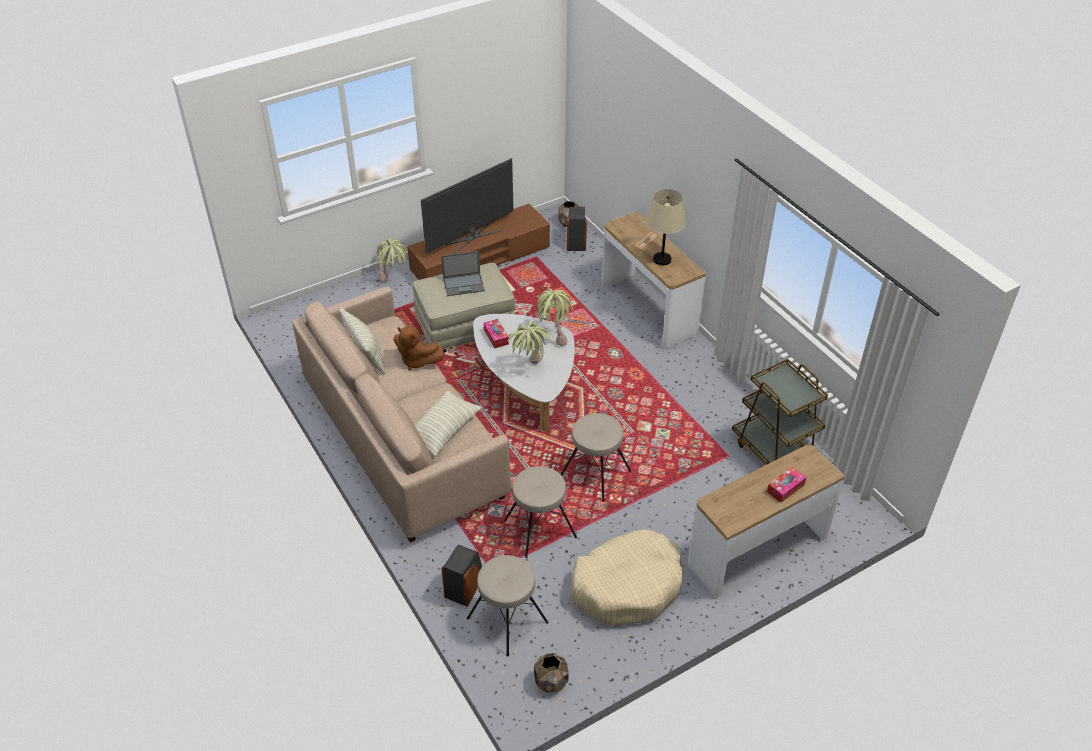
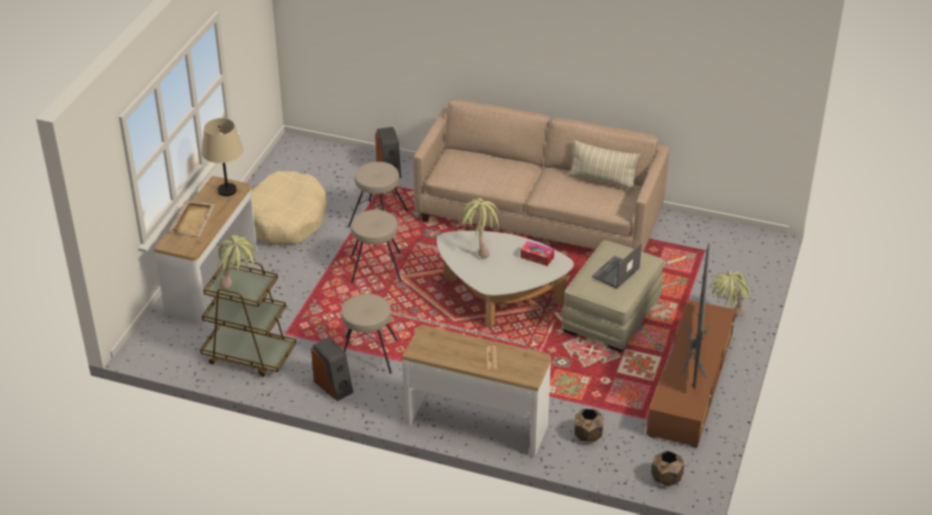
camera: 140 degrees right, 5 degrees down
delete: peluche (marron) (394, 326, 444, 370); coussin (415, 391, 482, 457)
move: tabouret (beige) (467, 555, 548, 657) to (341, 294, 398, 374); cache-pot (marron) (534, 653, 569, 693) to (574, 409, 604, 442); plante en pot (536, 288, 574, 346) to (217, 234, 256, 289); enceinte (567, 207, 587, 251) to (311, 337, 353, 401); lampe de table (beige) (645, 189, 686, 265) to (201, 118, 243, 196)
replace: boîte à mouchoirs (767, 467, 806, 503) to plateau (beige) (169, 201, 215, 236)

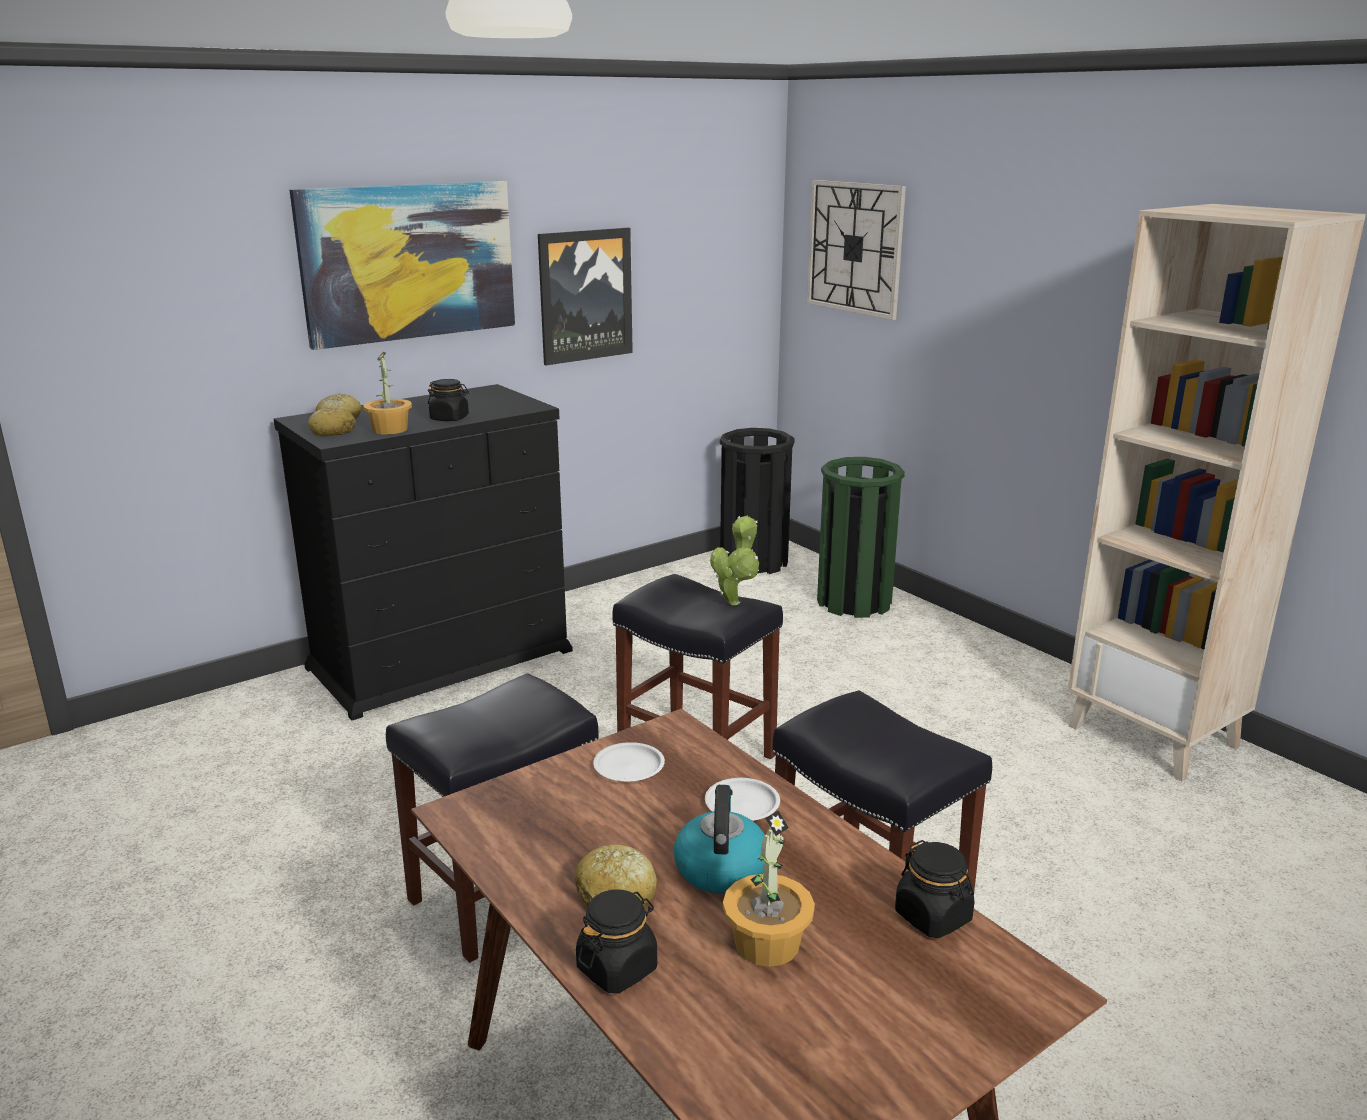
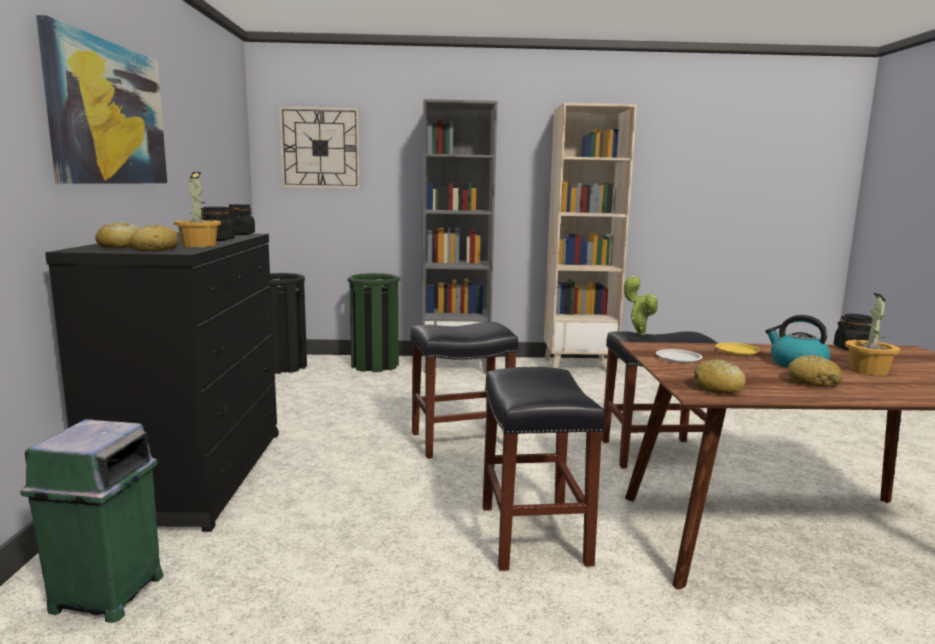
camera: 55 degrees left, 10 degrees down
delete: tableau (538, 228, 633, 365)
insert: poubelle (vert) (21, 419, 164, 623); bibliothèque (gris) (422, 99, 498, 373); pain (694, 359, 746, 394)
move: bocal (noir) (576, 890, 657, 994) to (228, 204, 255, 235); plante en pot (710, 516, 759, 605) to (624, 275, 658, 335)
recolor: assiette (blanc) (705, 778, 780, 821) to assiette (jaune) (715, 343, 761, 356)

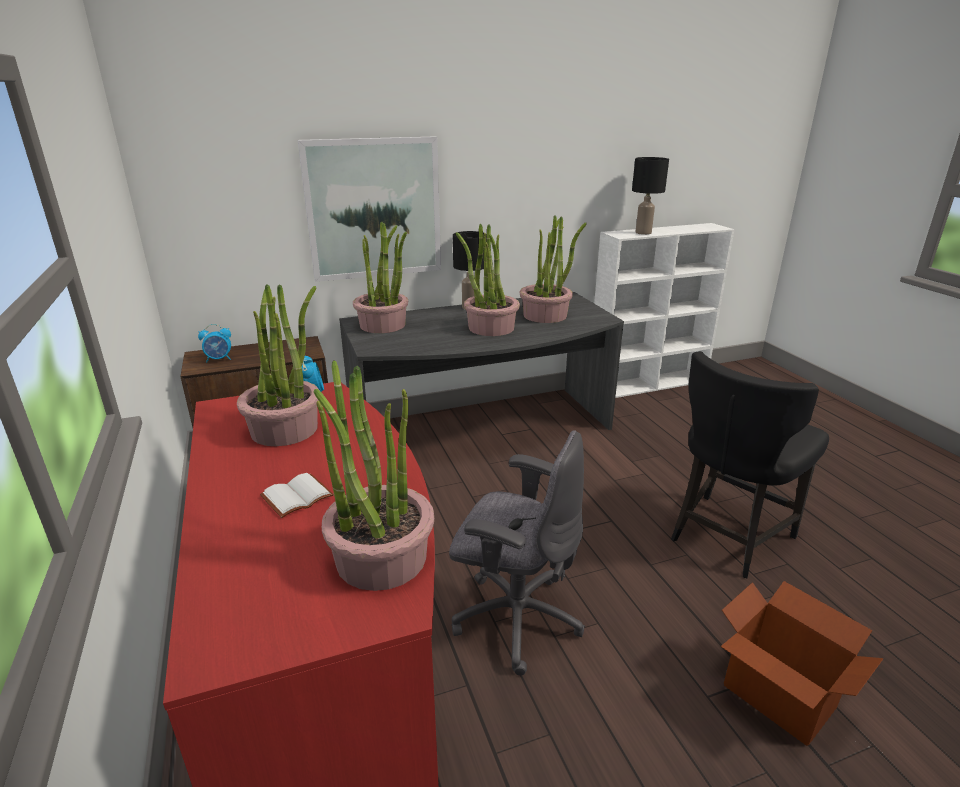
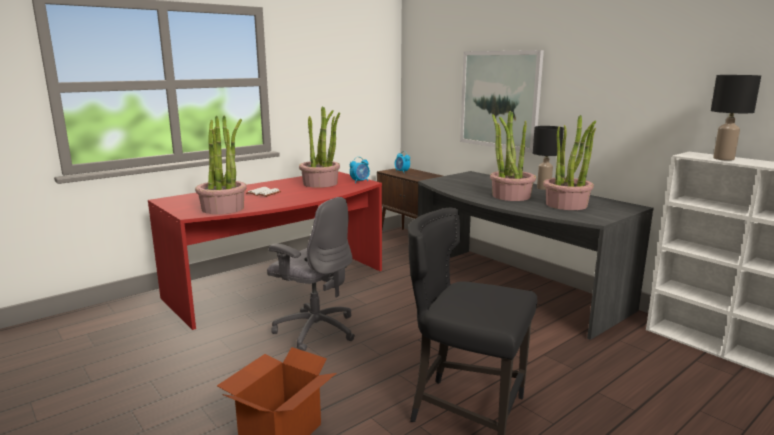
camera: 70 degrees right, 10 degrees down
delete: plante en pot (353, 221, 408, 333)
rotate: chaise de bureau (gris) (449, 430, 585, 675) = (267, 197, 355, 351) 60 degrees counterclockwise

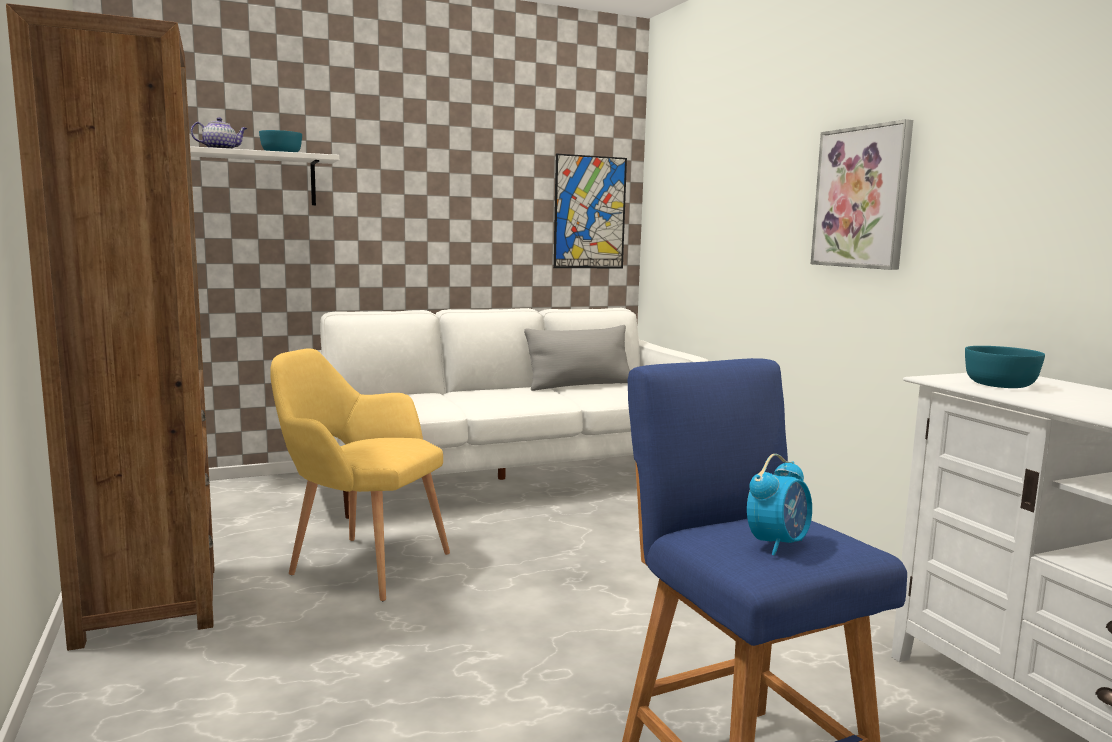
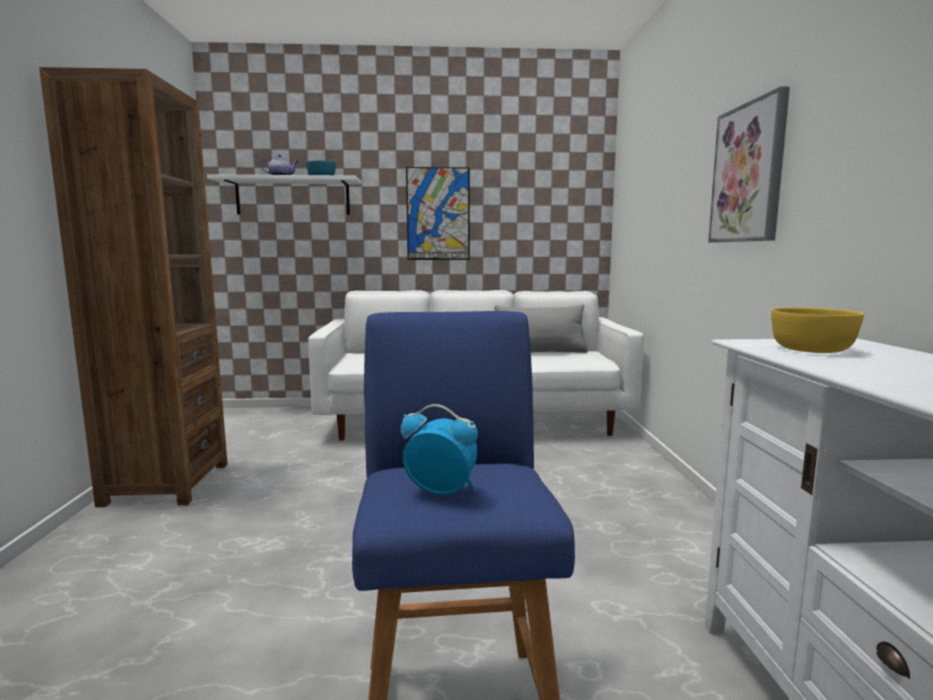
camera: 20 degrees right, 0 degrees up
delete: fauteuil (jaune) (270, 348, 450, 602)
move: tableau (553, 154, 627, 268) to (406, 167, 470, 260)
recolor: bol (turquoise) (965, 346, 1045, 388) to bol (jaune) (771, 307, 864, 353)
rotate: réveil (747, 454, 812, 556) = (401, 404, 478, 495) 135 degrees counterclockwise

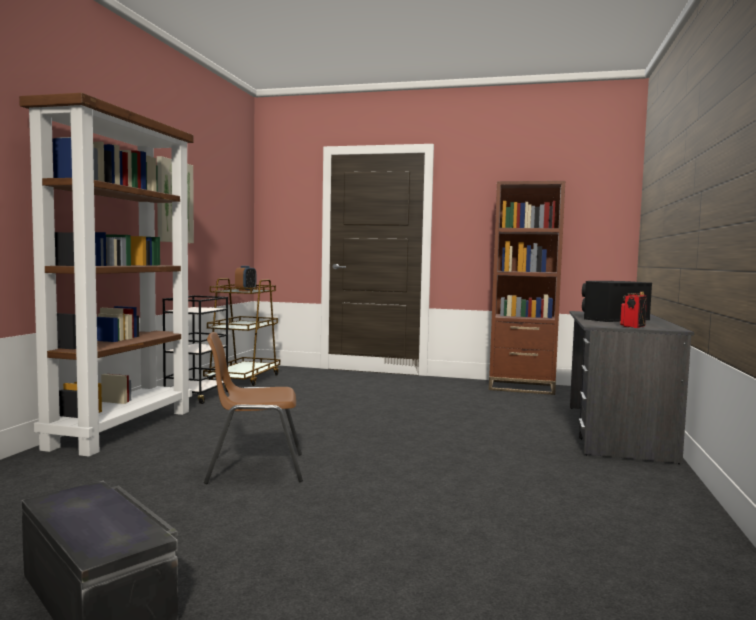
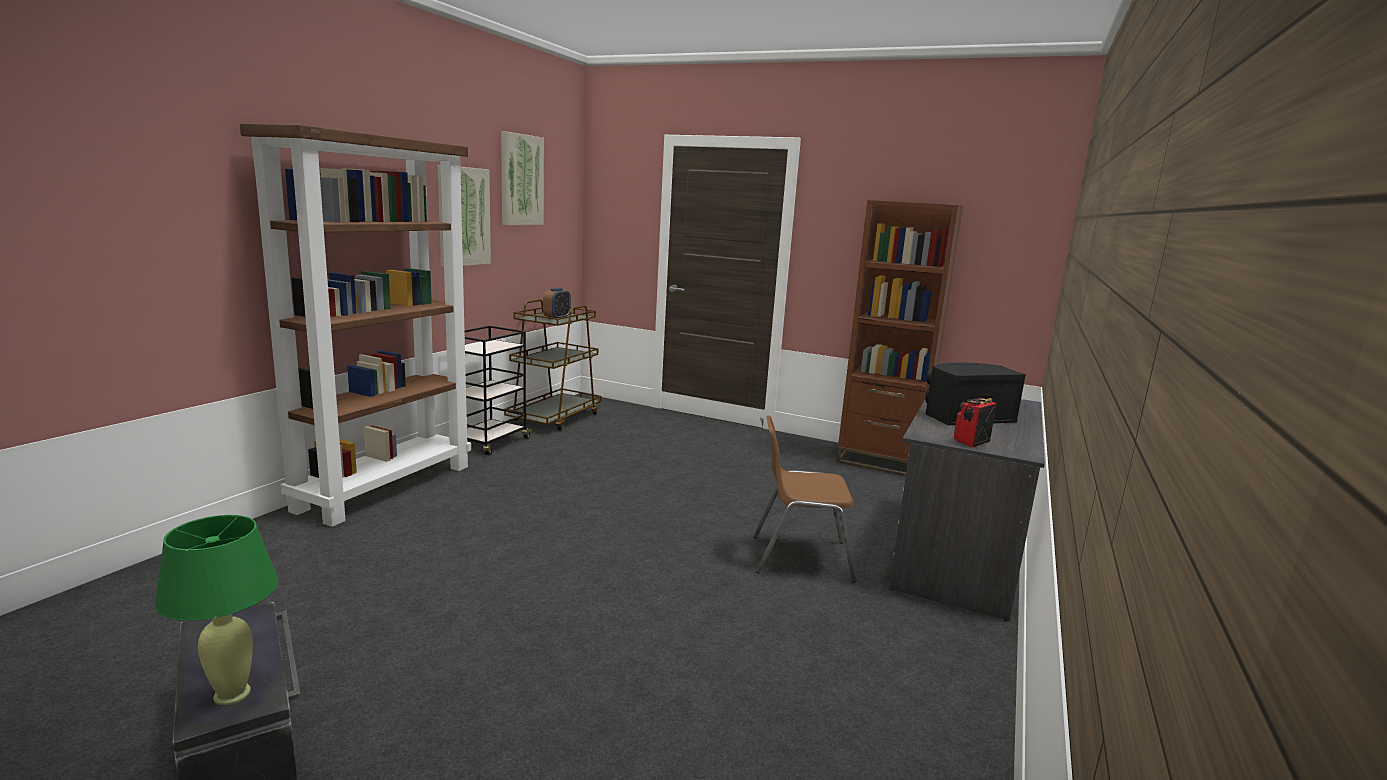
camera: 10 degrees right, 10 degrees up
insert: lampe de table (vert) (155, 515, 278, 705); tableau (501, 131, 544, 225)
move: chaise (marron) (204, 332, 303, 484) to (753, 415, 856, 583)

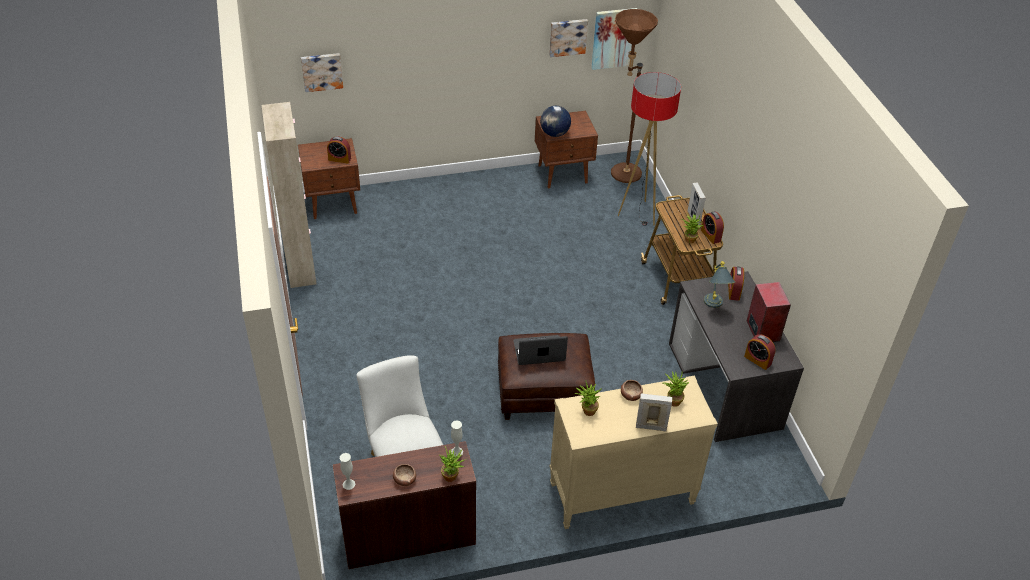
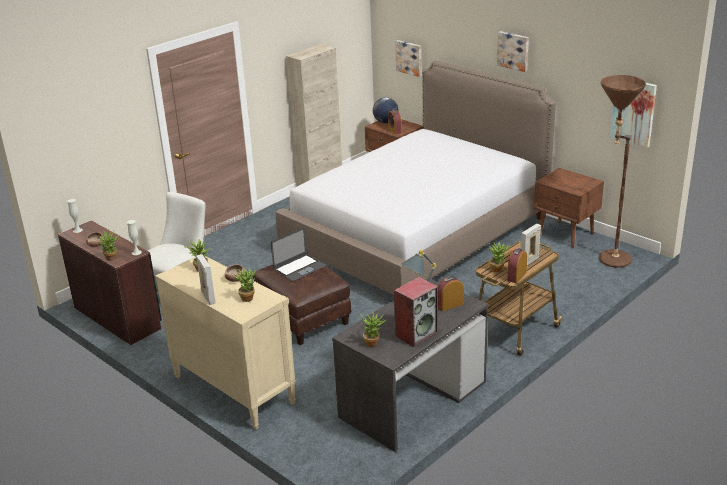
camera: 60 degrees right, 15 degrees down
delete: lampadaire (618, 72, 681, 226)
insert: lit (276, 60, 556, 295)
move: globe (540, 106, 571, 137) to (373, 97, 399, 124); tableau (549, 19, 588, 57) to (497, 31, 529, 72)
replace: réveil (744, 334, 776, 370) to plante en pot (360, 313, 386, 347)
rotate: ordinateur portable (513, 335, 568, 365) = (271, 228, 326, 281) 90 degrees clockwise

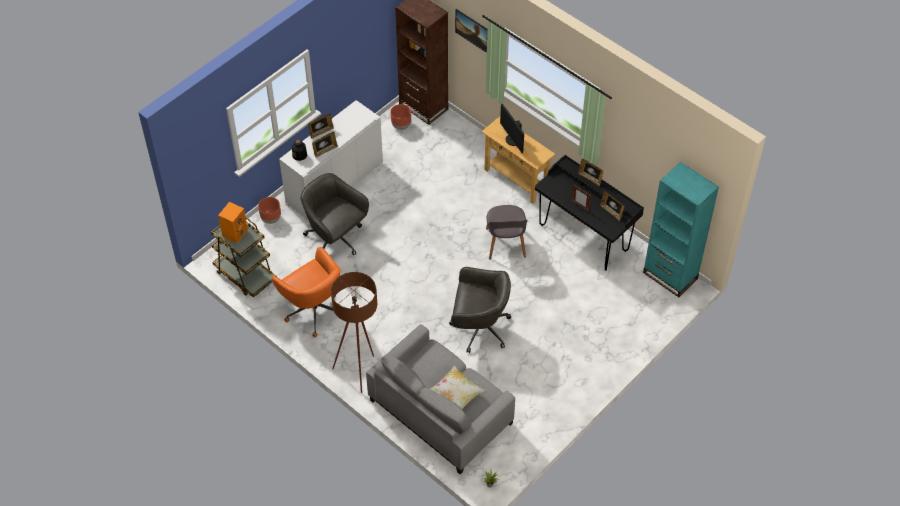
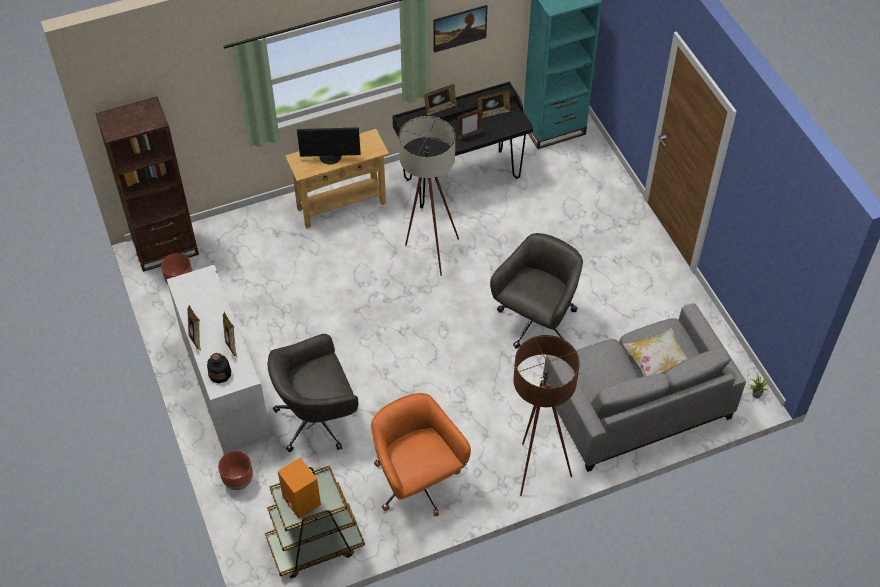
camera: 65 degrees left, 0 degrees up
move: tableau (455, 9, 487, 53) to (433, 5, 487, 53)
replace: chaise (gris) (486, 205, 527, 260) to lampadaire (beige) (399, 116, 459, 276)
rotate: chaise de bureau (orange) (272, 247, 341, 337) = (371, 393, 471, 516) 105 degrees counterclockwise

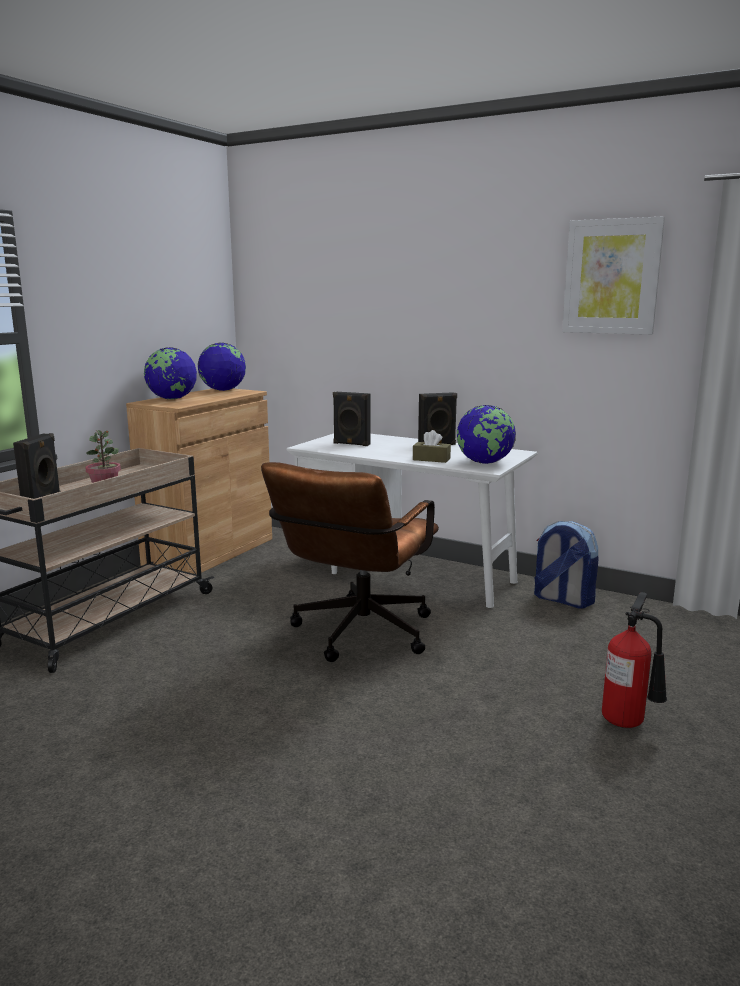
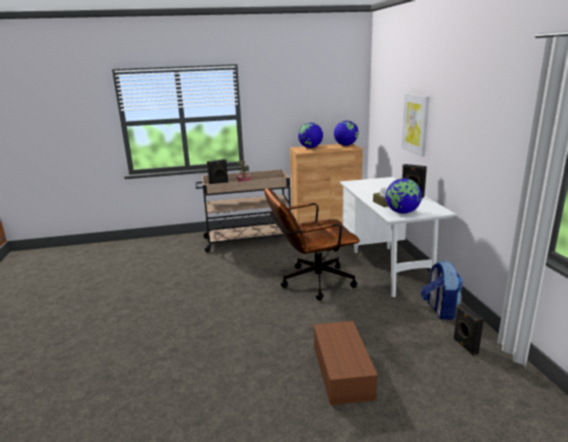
camera: 50 degrees right, 5 degrees up
move: enceinte (noir) (333, 392, 370, 446) to (453, 304, 484, 356); tableau (562, 216, 665, 335) to (401, 93, 429, 157)
replace: extincteur (602, 592, 667, 728) to boîte de rangement (marron) (313, 321, 378, 405)

